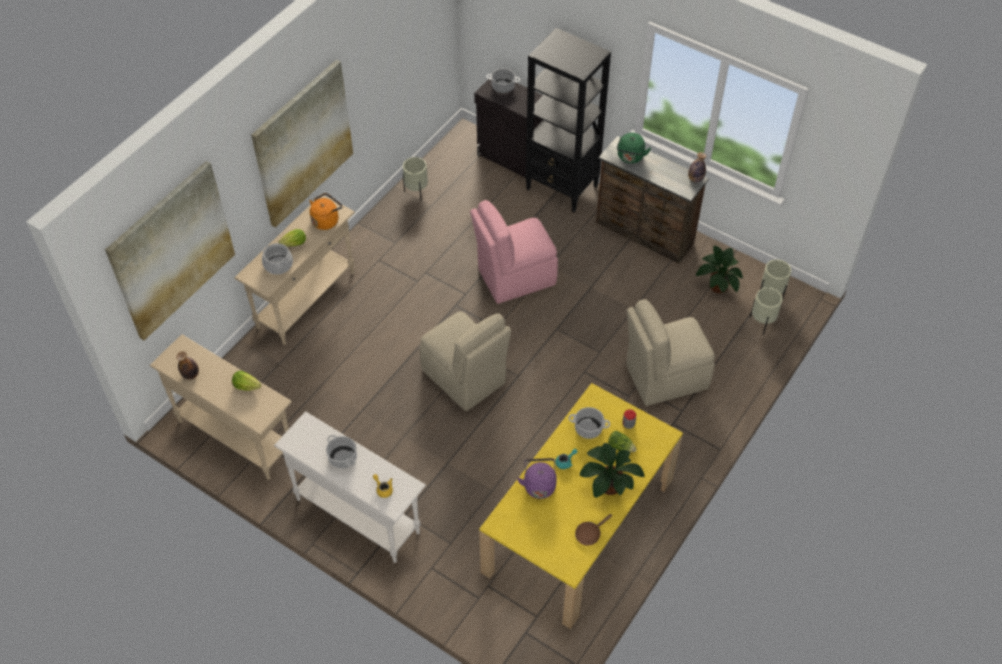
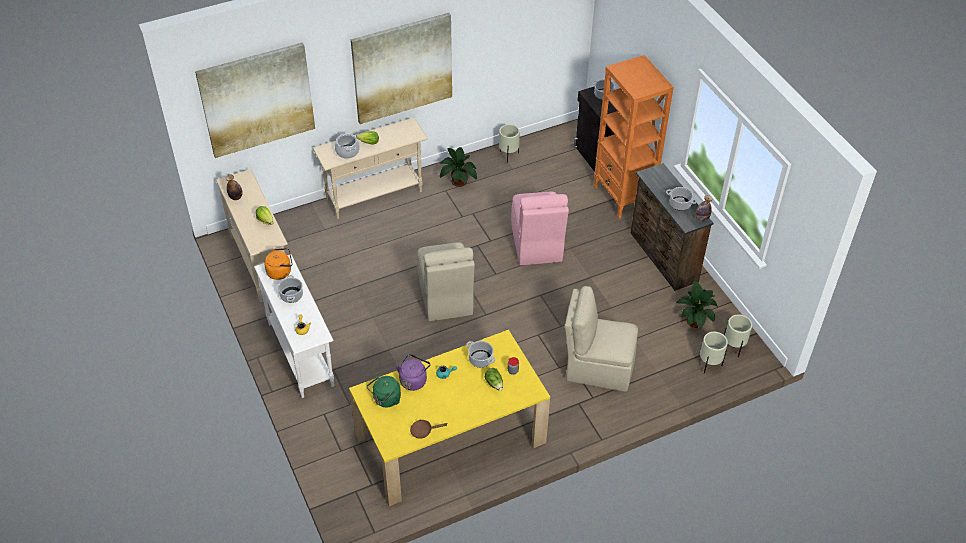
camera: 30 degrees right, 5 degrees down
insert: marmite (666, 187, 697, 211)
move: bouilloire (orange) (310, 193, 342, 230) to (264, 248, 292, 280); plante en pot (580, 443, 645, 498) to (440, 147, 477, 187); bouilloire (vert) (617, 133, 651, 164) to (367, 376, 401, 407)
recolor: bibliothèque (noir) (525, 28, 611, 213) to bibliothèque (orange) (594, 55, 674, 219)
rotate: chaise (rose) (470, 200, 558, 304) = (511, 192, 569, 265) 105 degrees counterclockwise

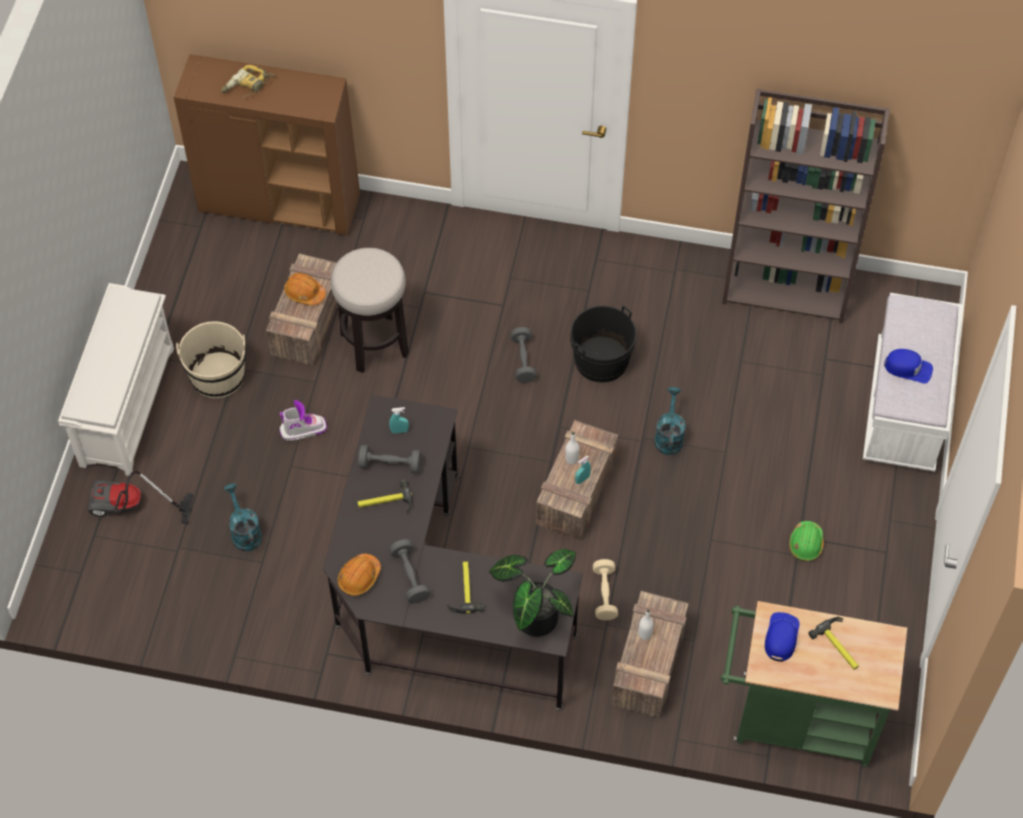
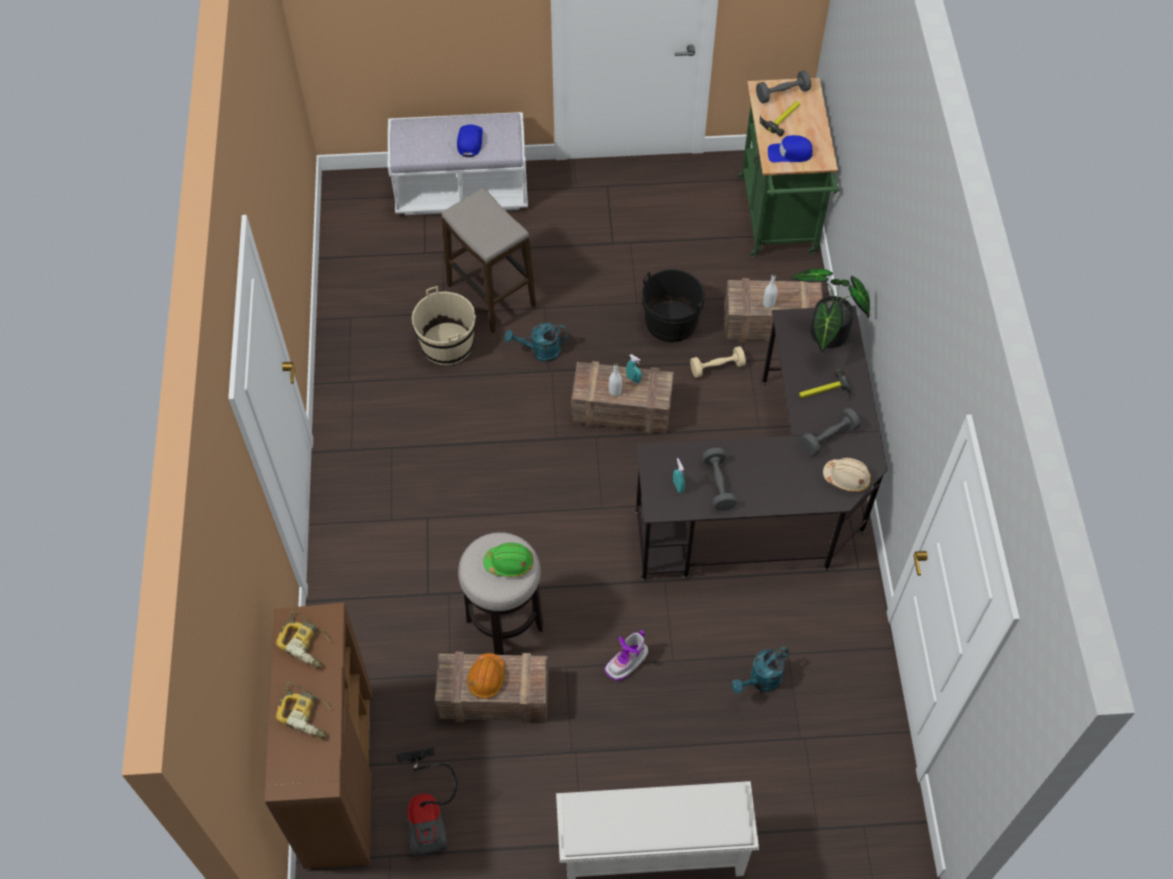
camera: 105 degrees left, 0 degrees up
delete: marteau (357, 480, 412, 514); bibliothèque (marron) (722, 88, 890, 324)
insert: perceuse (276, 610, 330, 668); tabouret (442, 188, 536, 333)
move: aspirateur (88, 471, 193, 524) to (397, 747, 458, 857); seau (beige) (176, 321, 246, 398) to (412, 286, 476, 365); haltère (gris) (510, 327, 537, 383) to (756, 70, 811, 103); seau (noir) (570, 305, 636, 383) to (642, 269, 705, 342); casque de chantier (vert) (789, 521, 824, 561) to (483, 543, 533, 577)
recolor: casque de chantier (orange) (338, 554, 381, 596) to casque de chantier (beige) (823, 458, 871, 492)
rotate: botte (280, 400, 327, 441) = (605, 630, 648, 681) 105 degrees counterclockwise

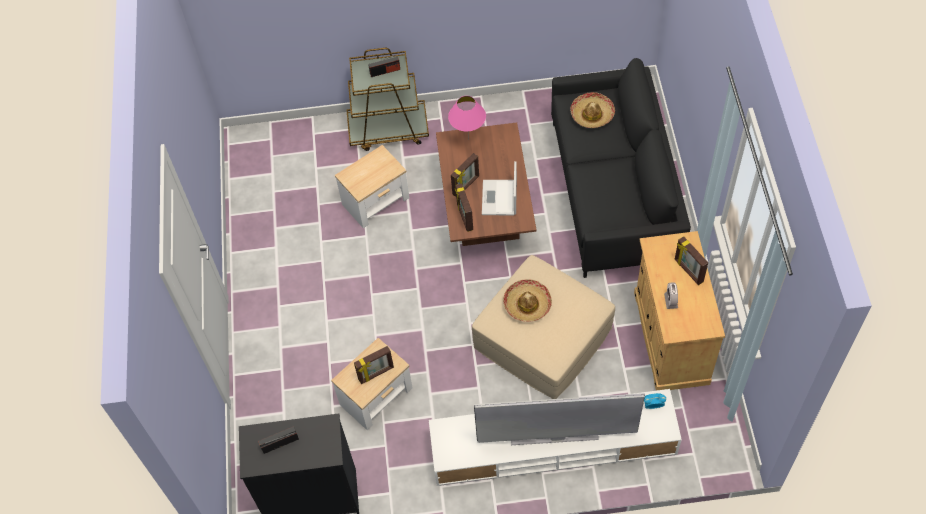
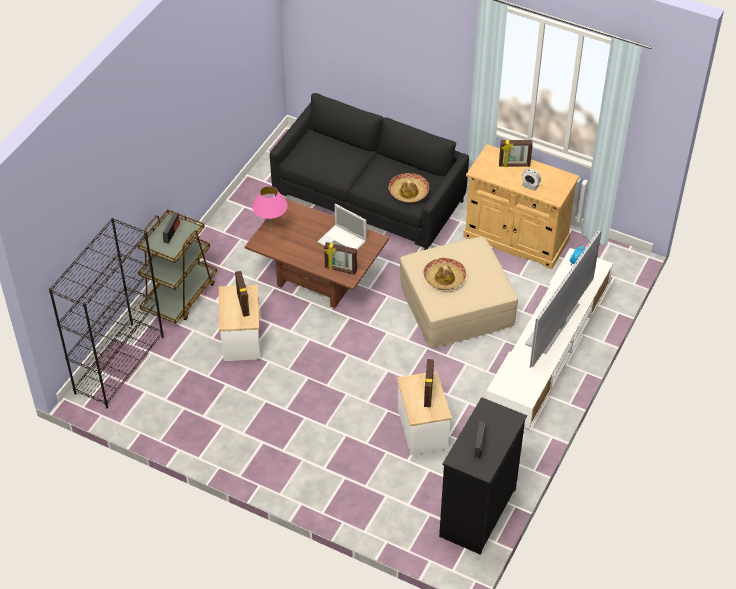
camera: 60 degrees left, 10 degrees down
insert: bibliothèque (noir) (49, 218, 164, 408)
move: cadre photo (451, 153, 479, 197) to (235, 271, 249, 317); chapeau (570, 92, 615, 128) to (388, 173, 429, 203)

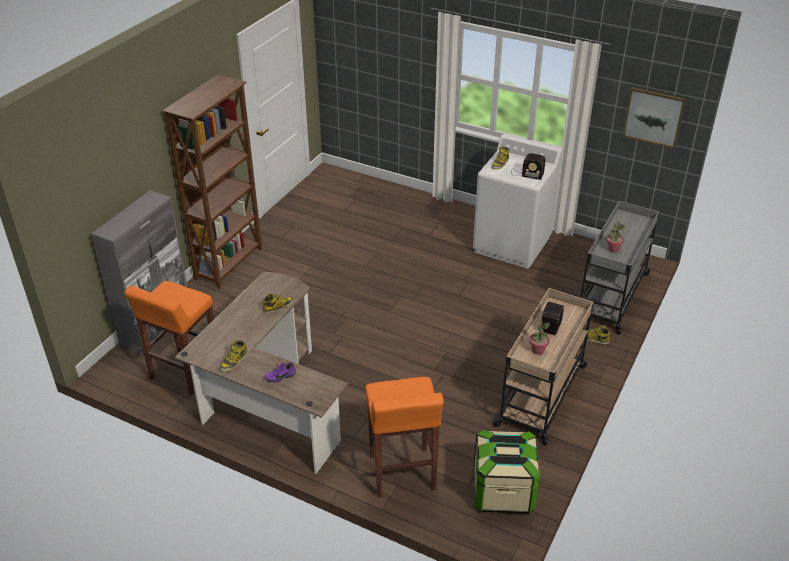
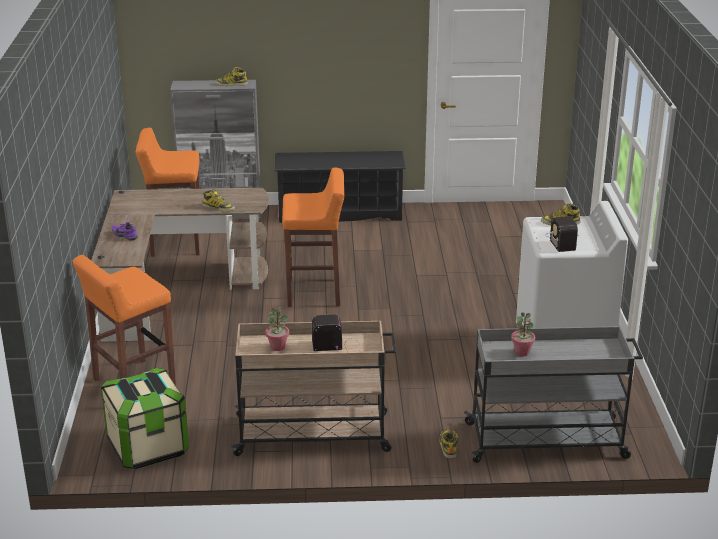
camera: 60 degrees right, 10 degrees down
delete: tableau (622, 87, 686, 149)
insert: tabouret (orange) (282, 168, 345, 307)
move: botte (219, 340, 248, 372) to (215, 67, 248, 86)
replace: bibliothèque (marron) (162, 74, 262, 289) to étagère à chaussures (noir) (274, 151, 406, 223)

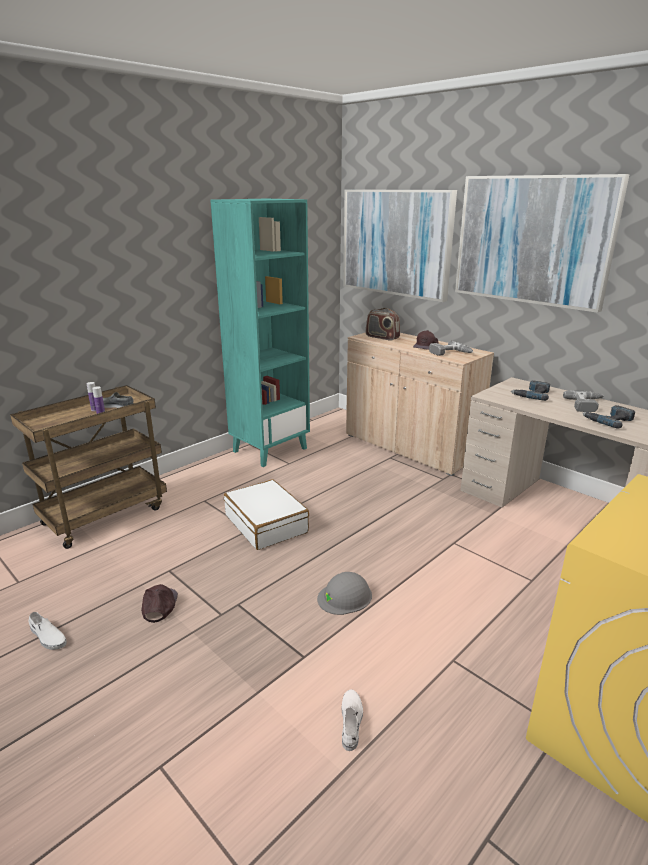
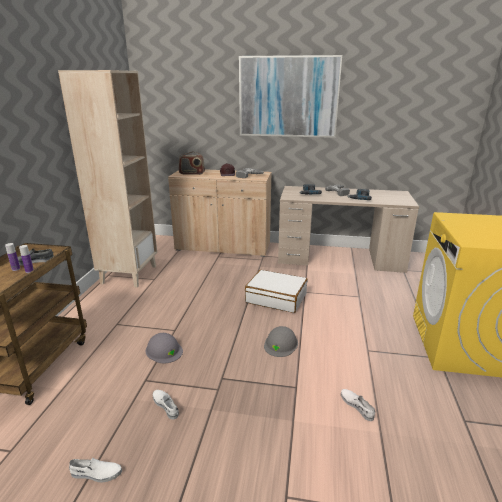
camera: 35 degrees left, 0 degrees up
delete: tableau (343, 189, 457, 302)
insert: casque de chantier (gris) (145, 333, 183, 363)
move: valise (blanc) (224, 479, 309, 550) to (245, 270, 308, 313)
replace: casquette (marron) (141, 584, 178, 623) to chaussure (blanc) (153, 390, 179, 420)
recolor: bibliothèque (turquoise) (210, 199, 310, 467) to bibliothèque (beige) (58, 70, 157, 287)

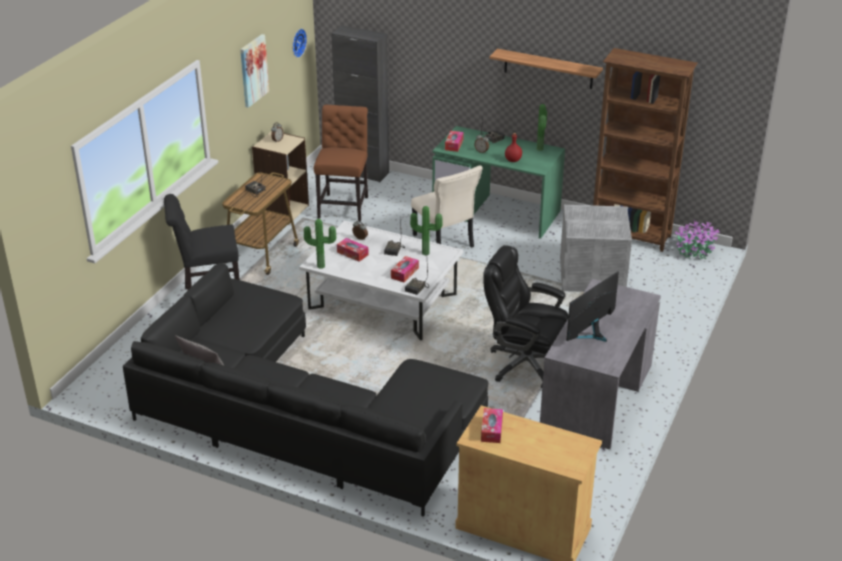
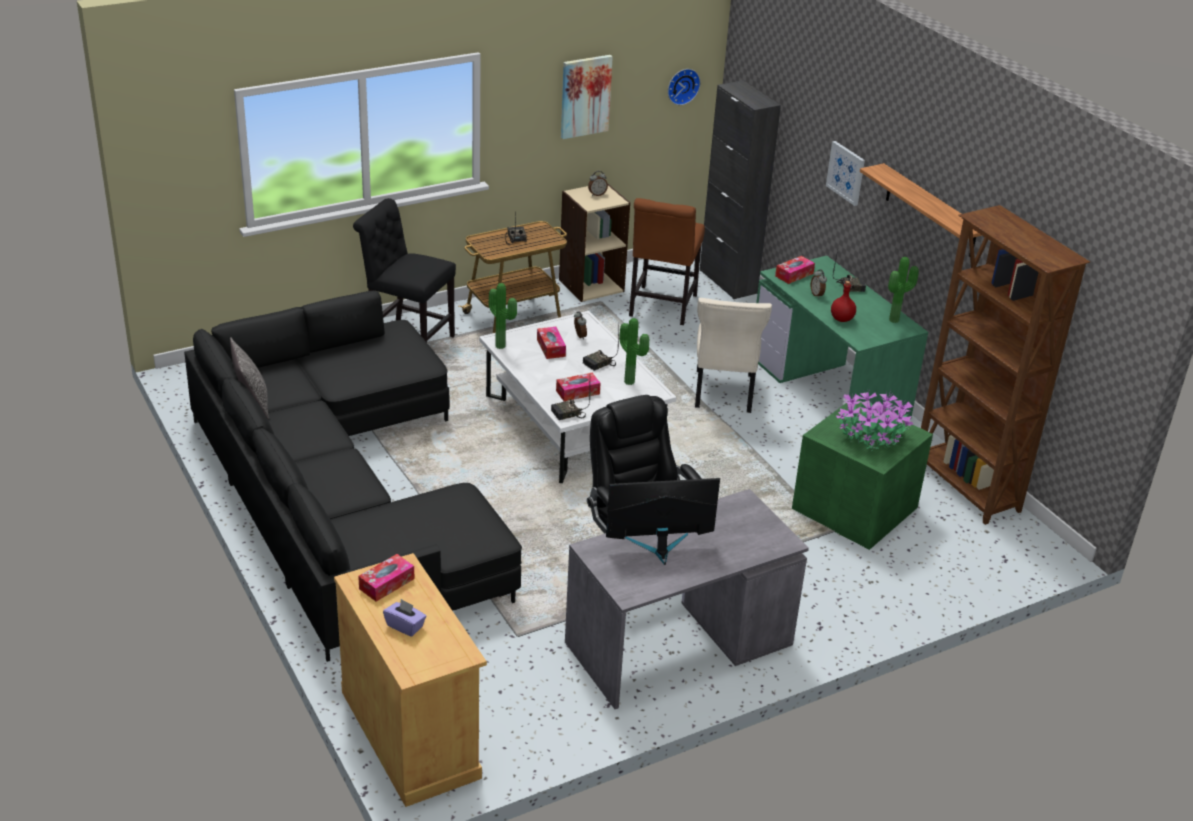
camera: 35 degrees right, 0 degrees up
insert: boîte à mouchoirs (violet) (383, 599, 426, 637); tableau (826, 141, 865, 206)
move: plante en pot (675, 221, 720, 259) to (836, 390, 913, 451)
recolor: boîte de rangement (gris) (560, 205, 632, 292) to boîte de rangement (vert) (792, 398, 933, 550)
rotate: chaise (marron) (314, 105, 368, 221) = (629, 198, 705, 325) 150 degrees clockwise

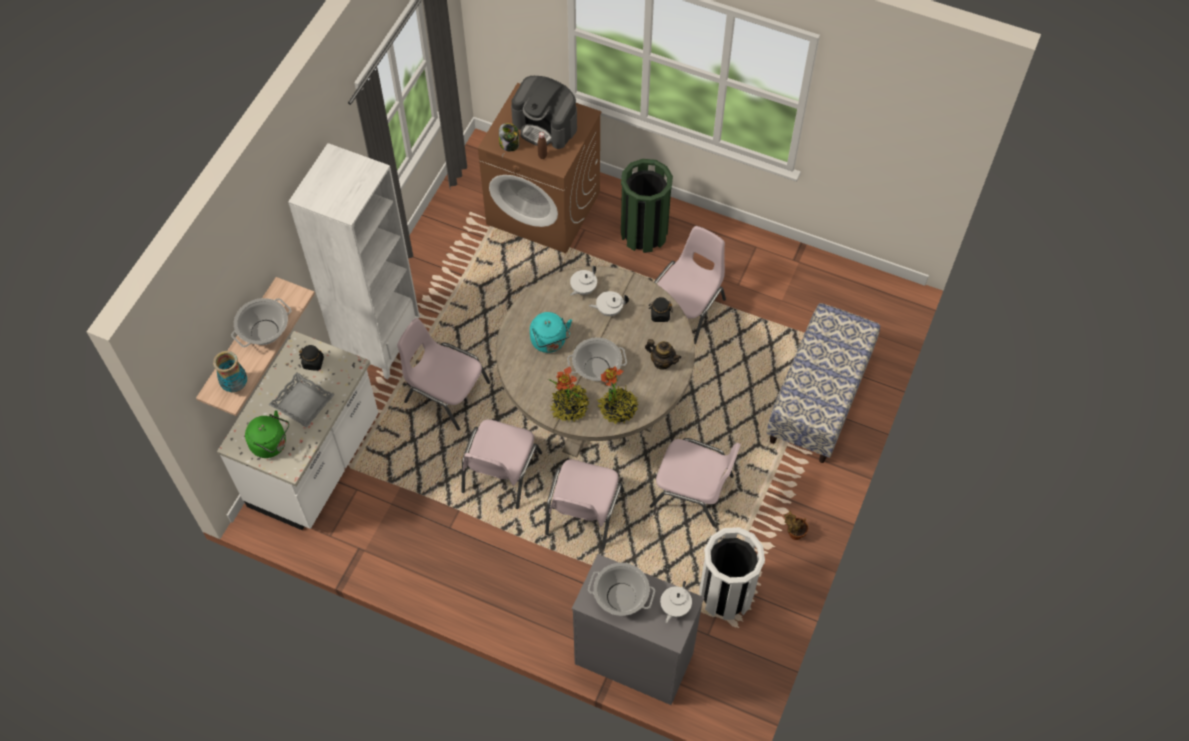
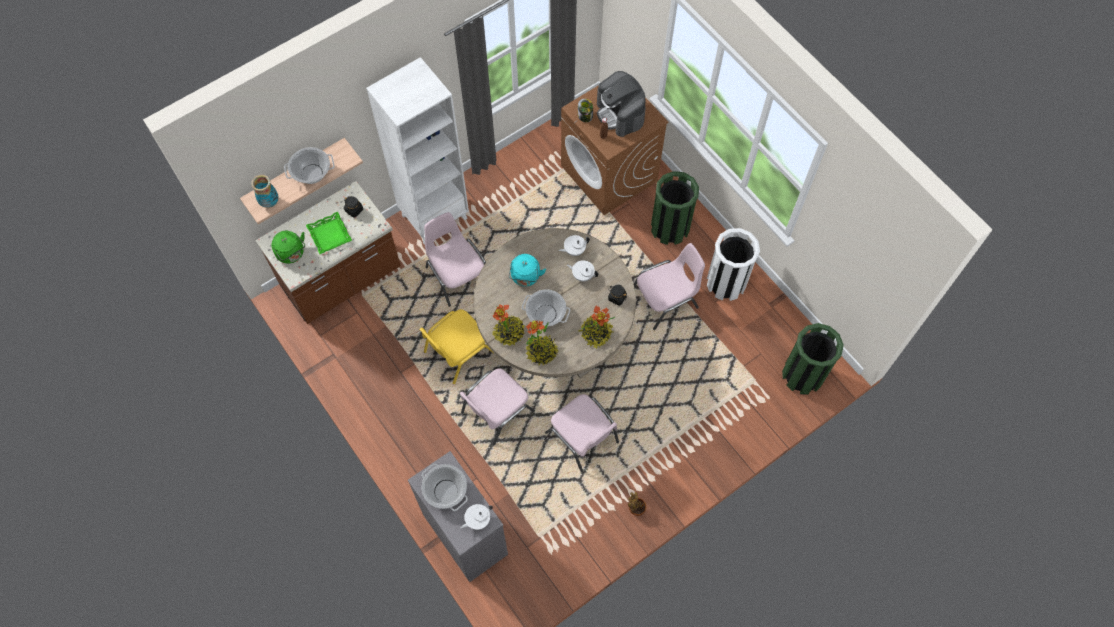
camera: 30 degrees right, 5 degrees up
delete: banc (766, 303, 880, 463)
insert: poubelle (vert) (782, 323, 844, 395)
move: poubelle (blanc) (699, 527, 765, 620) to (707, 228, 760, 301)
replace: théière (645, 339, 681, 370) to plante en pot (579, 306, 615, 348)
recolor: comptoir de cuisine (blanc) (217, 331, 379, 530) to comptoir de cuisine (marron) (255, 181, 401, 324); plateau (gris) (269, 372, 334, 428) to plateau (vert) (306, 212, 352, 254); chaise (rose) (461, 419, 542, 509) to chaise (jaune) (419, 309, 495, 384)

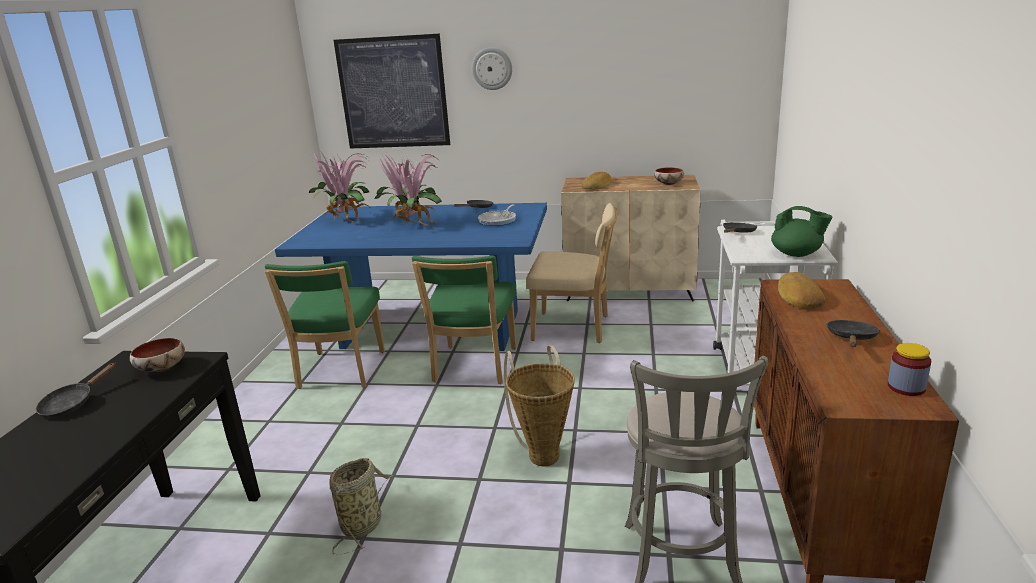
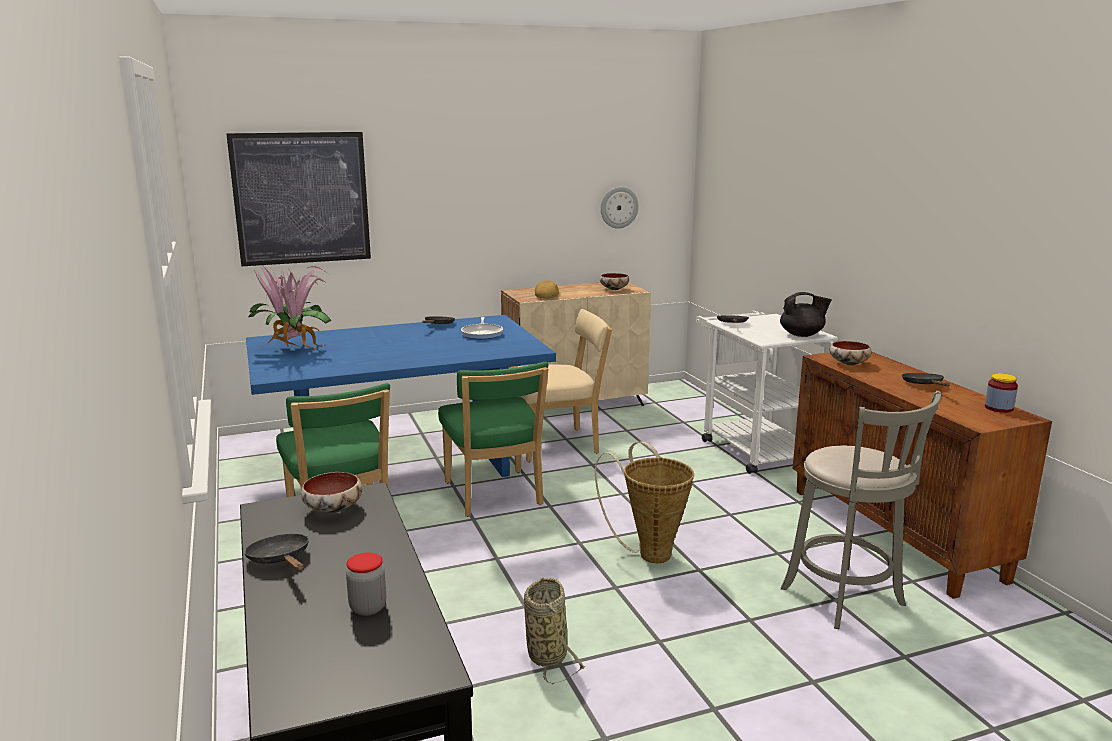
camera: 30 degrees left, 5 degrees down
delete: plante en pot (374, 154, 442, 227)
insert: bocal (346, 552, 386, 616)
move: horloge murale (472, 47, 512, 90) to (601, 187, 638, 229)
replace: pain (778, 272, 826, 308) to bol (830, 341, 871, 365)
recolor: théière (vert) (771, 206, 833, 257) to théière (noir) (780, 292, 832, 337)
rotate: poêle (noir) (36, 363, 116, 418) = (245, 534, 309, 571) 150 degrees clockwise

